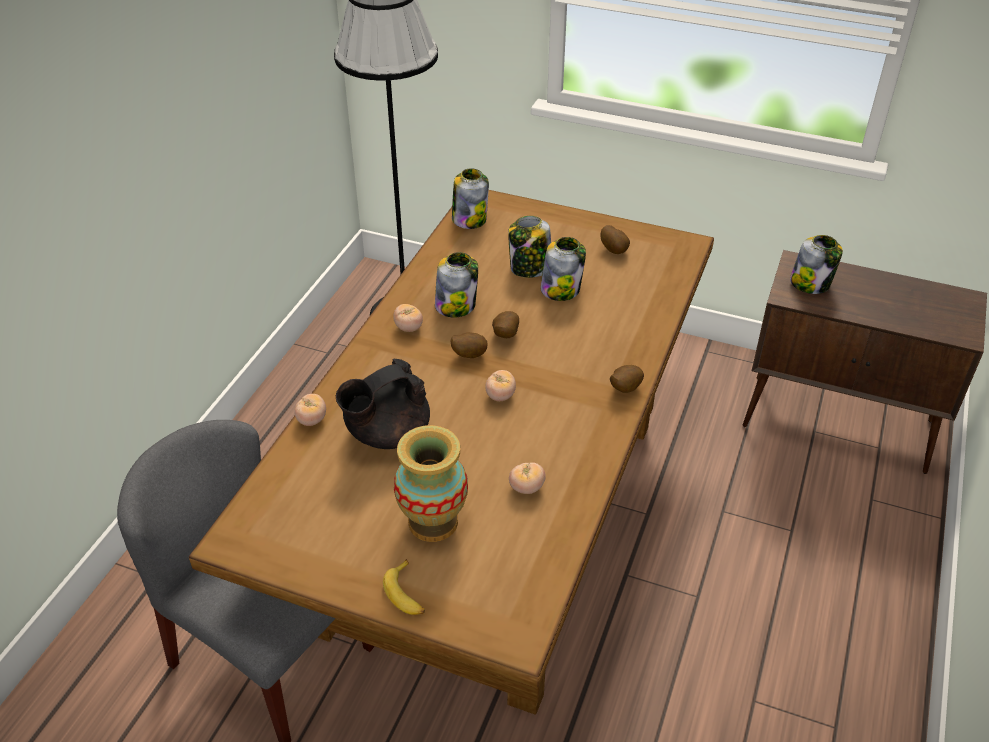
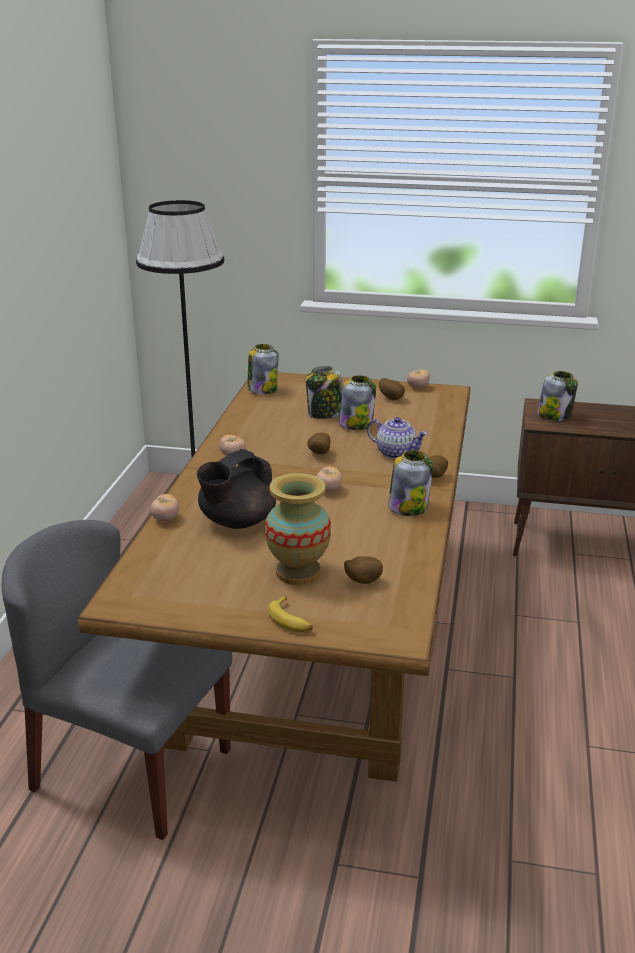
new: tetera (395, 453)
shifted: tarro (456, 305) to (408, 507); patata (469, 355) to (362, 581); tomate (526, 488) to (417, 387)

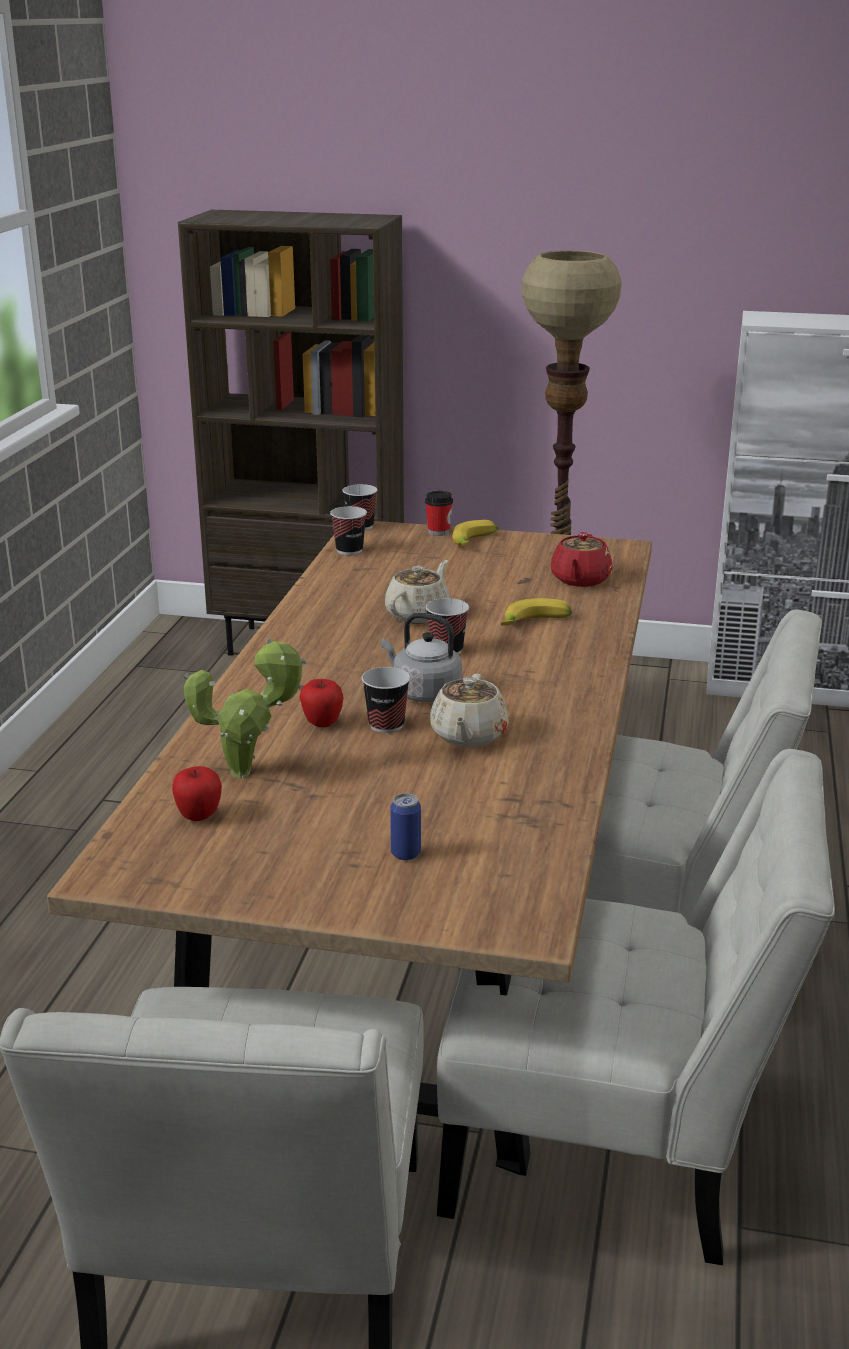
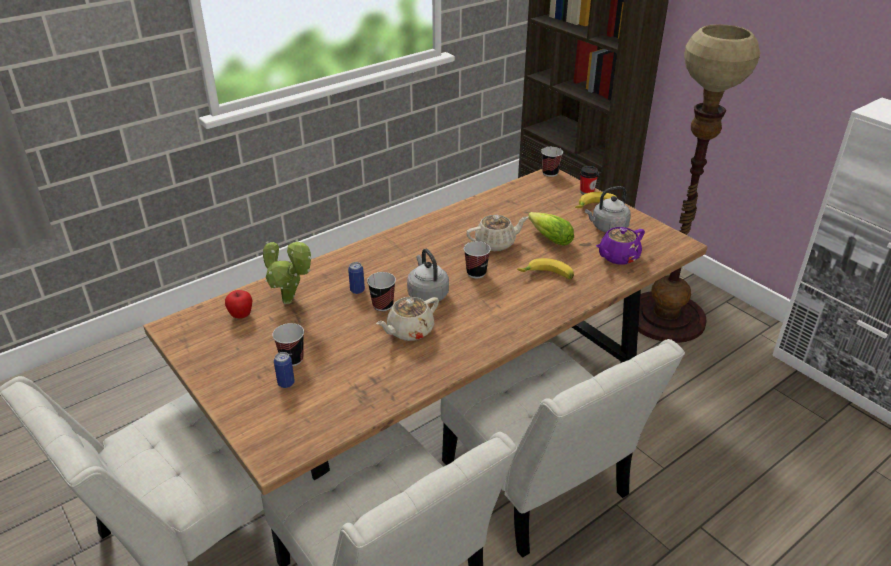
new: lechuga (548, 238); hervidor/gris (607, 228)
shifted: taza (349, 550) to (292, 359)
swapped: manzana (322, 724) to lata (357, 290)
repainted: tetera/rojo (580, 580) to tetera/morado (618, 257)

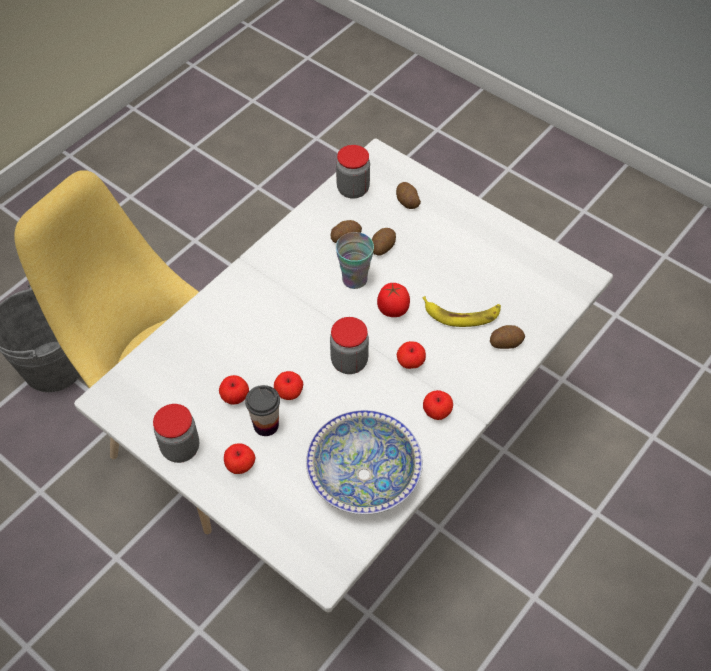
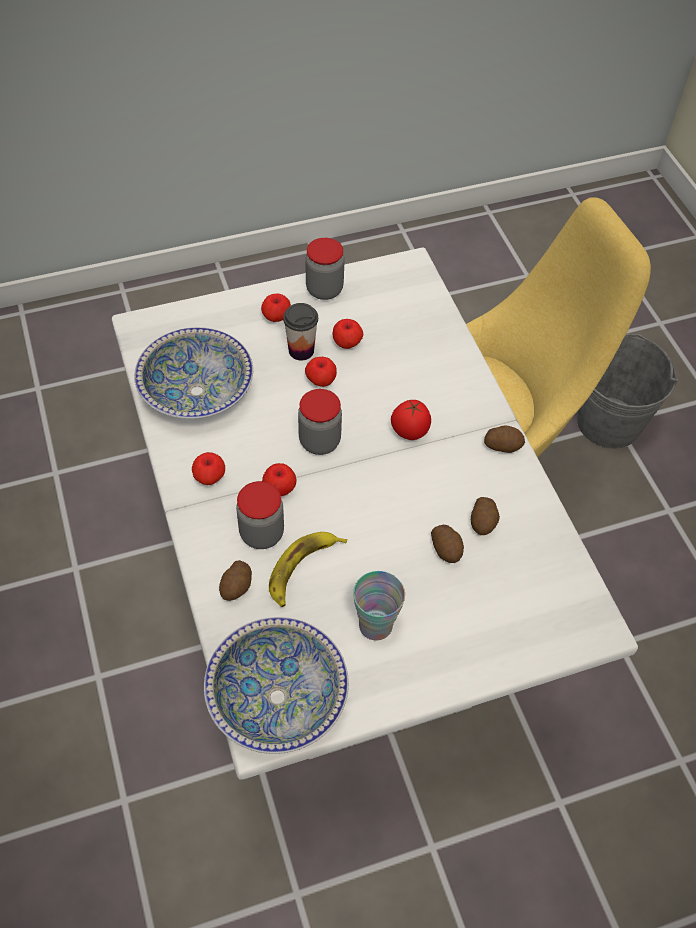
new: cuenco (277, 697)
shifted: tarro (353, 189) to (262, 533); taza (354, 279) to (375, 625); tomate (393, 310) to (409, 431); patata (407, 202) to (502, 445)

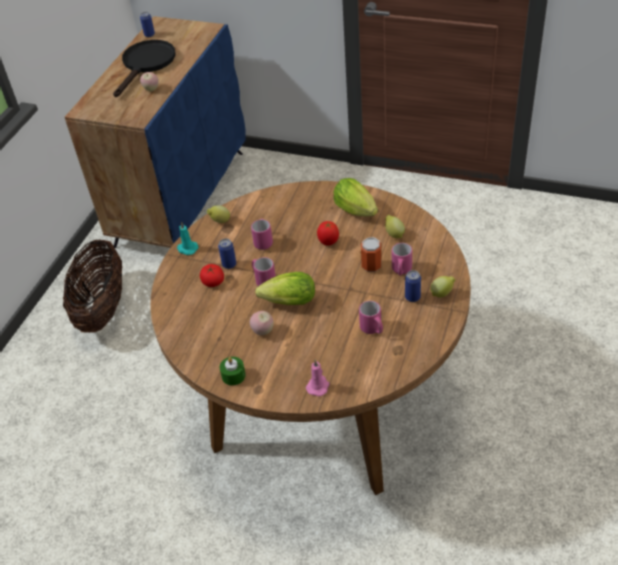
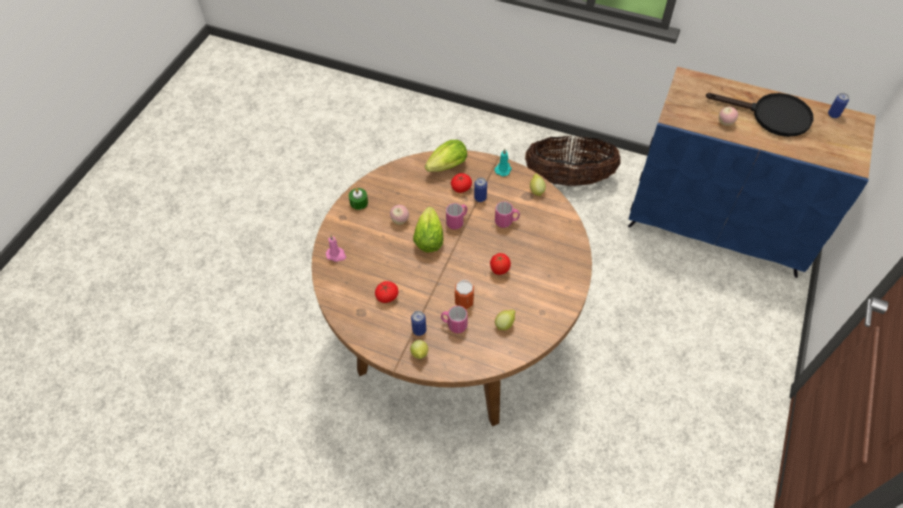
shifted: lechuga (357, 212) to (445, 167)
swapped: taza grande/rosa (373, 329) to tomate (387, 296)

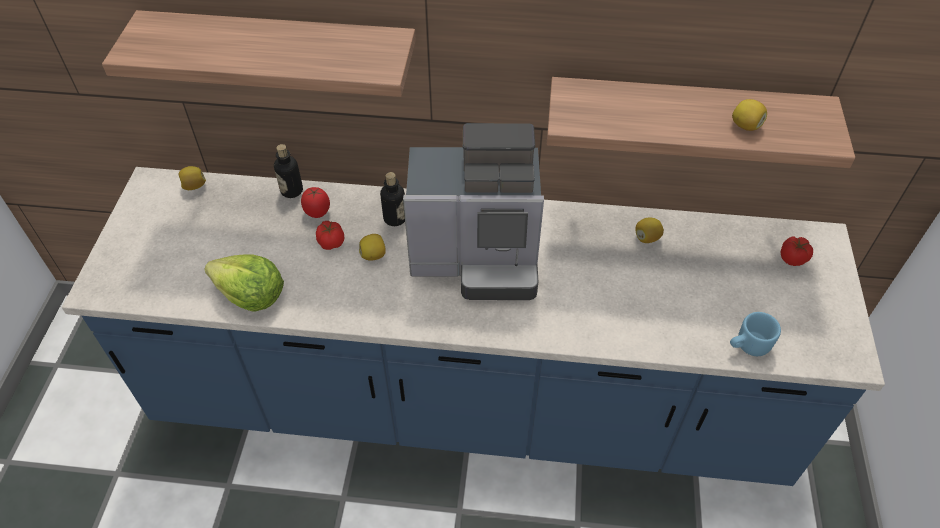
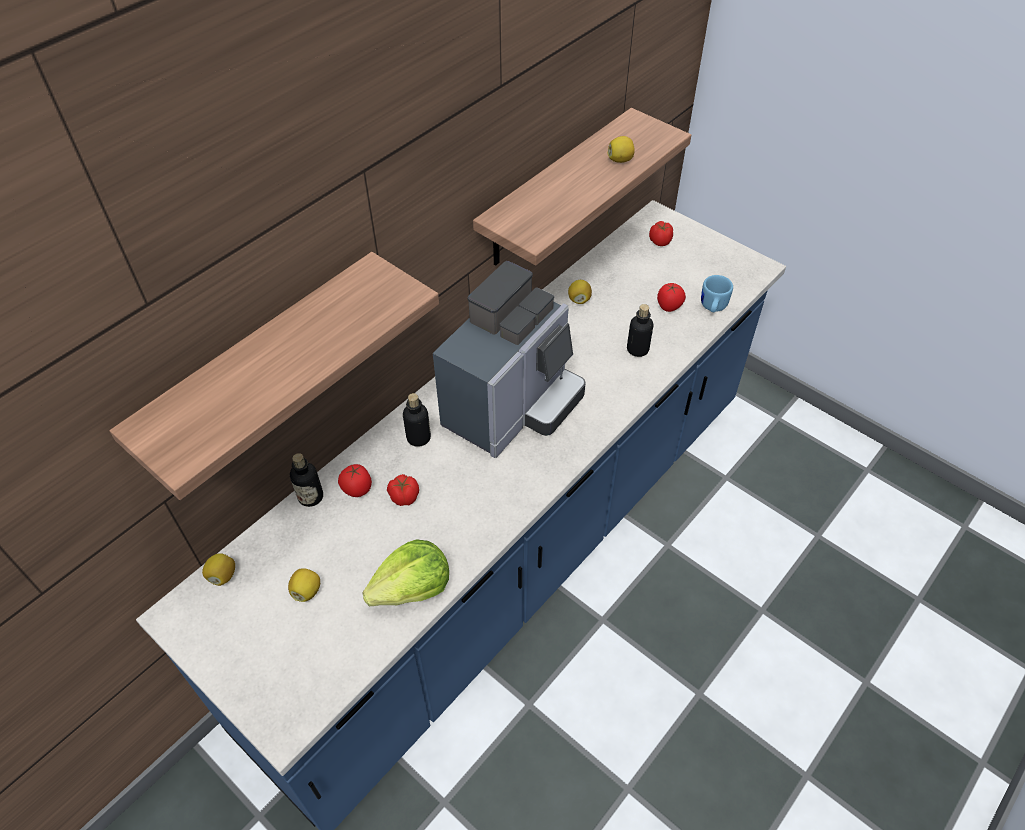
new: botella (637, 349); tomate (669, 307)
shifted: limón (373, 255) to (307, 591)

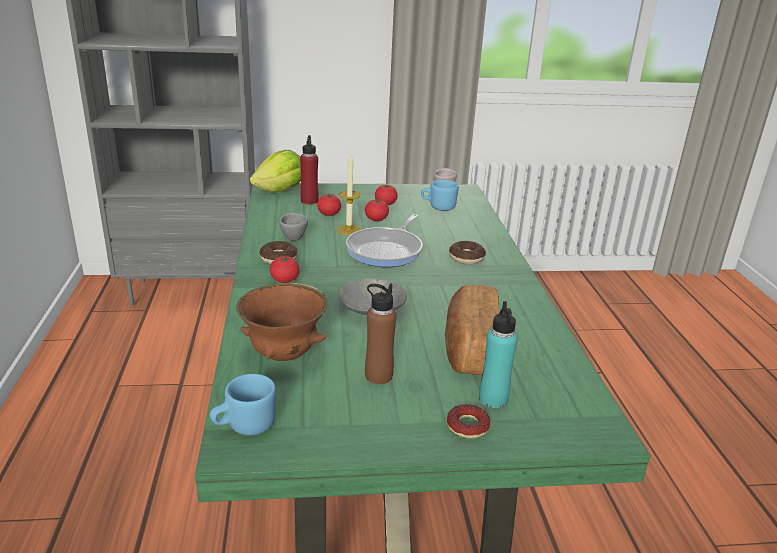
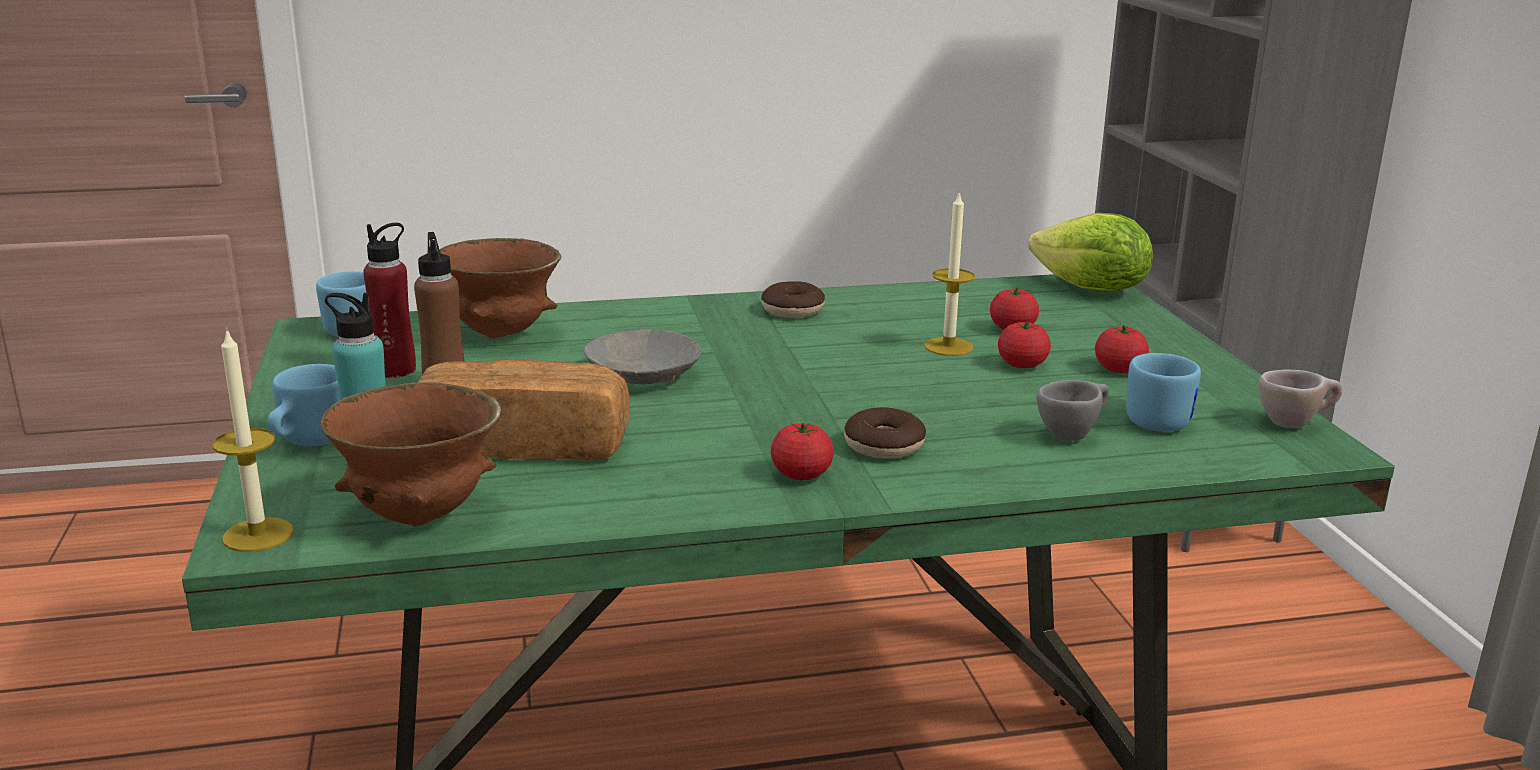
gone: sartén (387, 250)
new: vela (258, 535); cuenco/marrón (420, 517)
shifted: tomate (285, 280) to (801, 475); taza/gris (292, 237) to (1072, 435); botella/rojo (309, 201) to (395, 370)
swapped: rosquilla (467, 426) to taza grande/azul (308, 441)

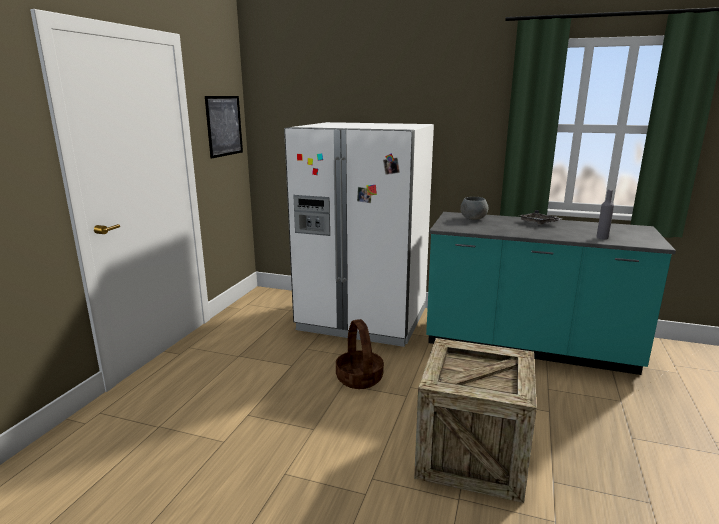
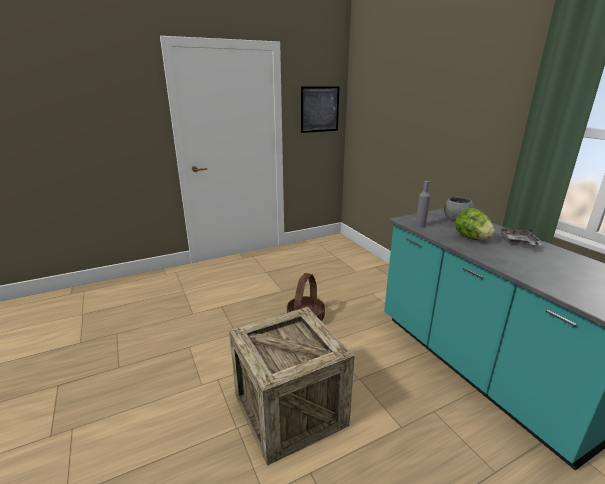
gone: nevera/blanco (363, 320)
new: lechuga (471, 238)
shifted: botella/gris (602, 238) to (420, 225)

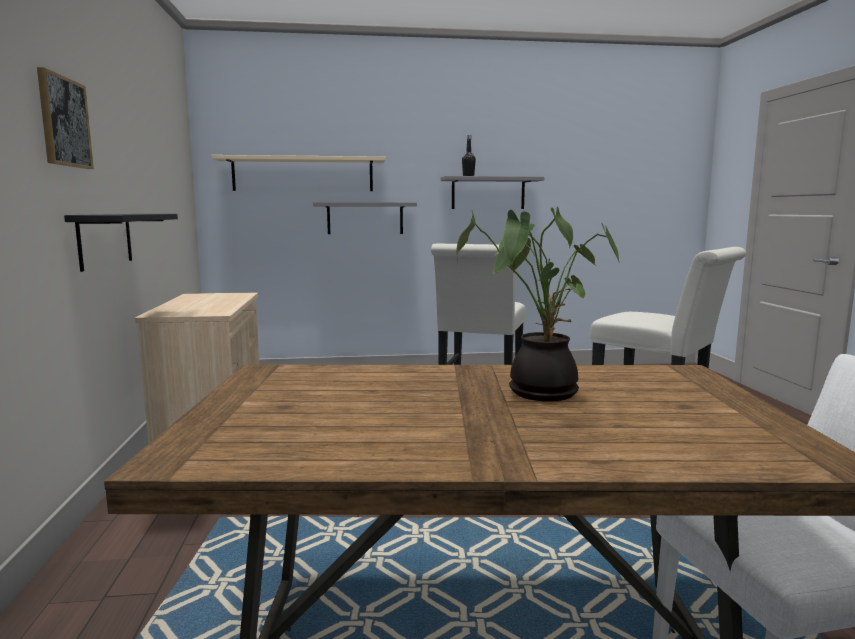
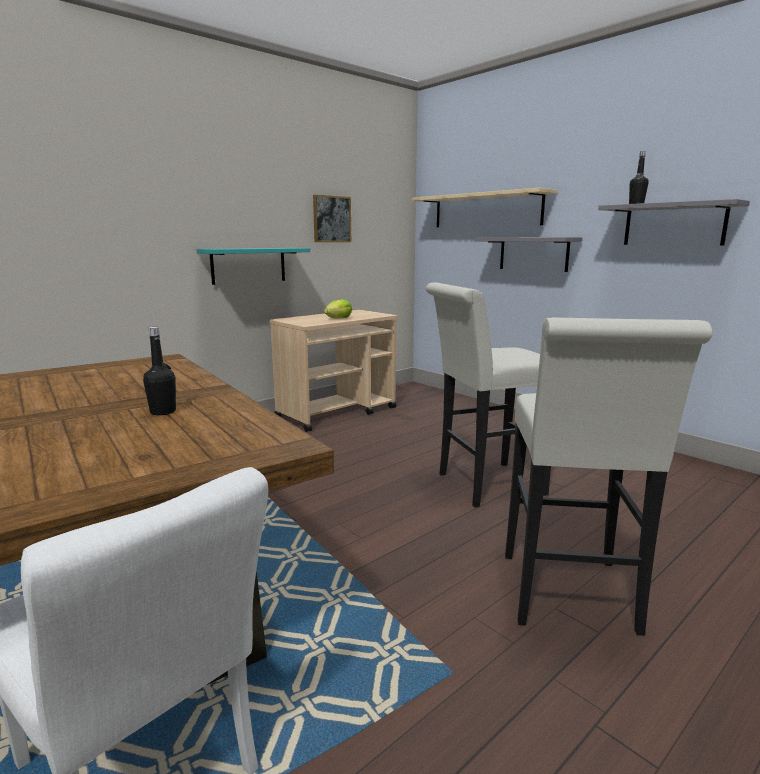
new: lechuga (338, 319)
shifted: cuadro (64, 122) to (331, 219)
swapped: planta en maceta (538, 391) to botella/negro (163, 412)
repainted: estante/negro (105, 240) to estante/turquesa (248, 265)

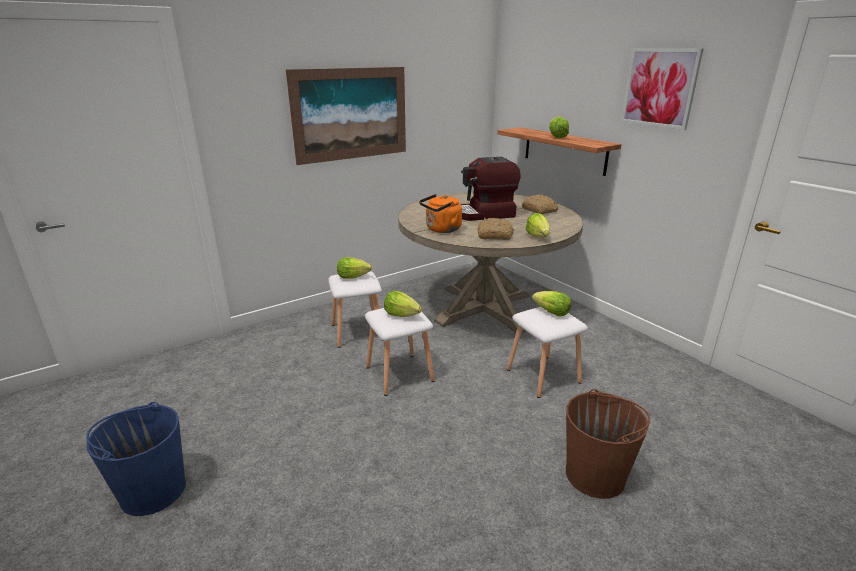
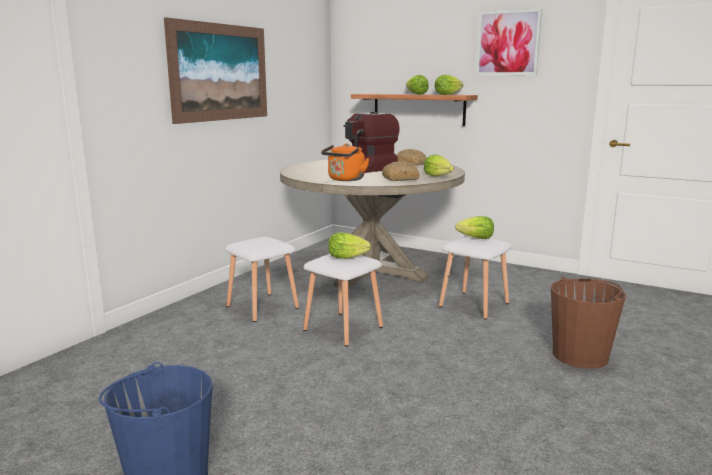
shifted: lechuga (352, 277) to (447, 94)

